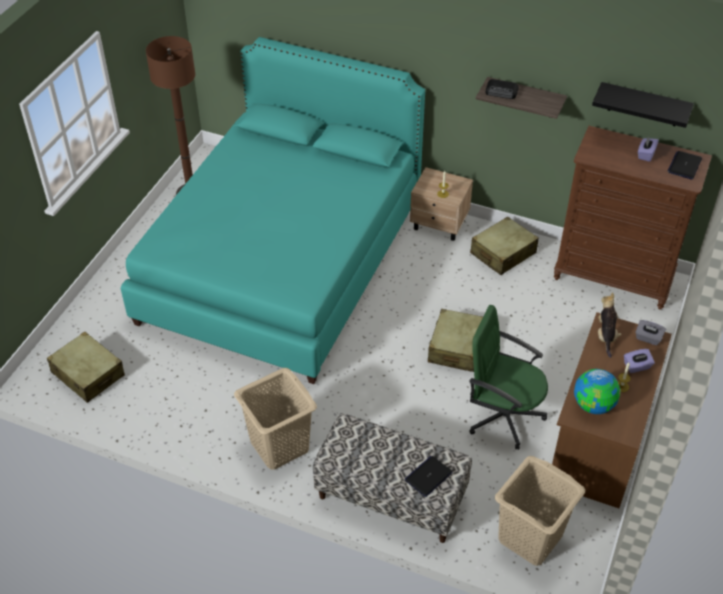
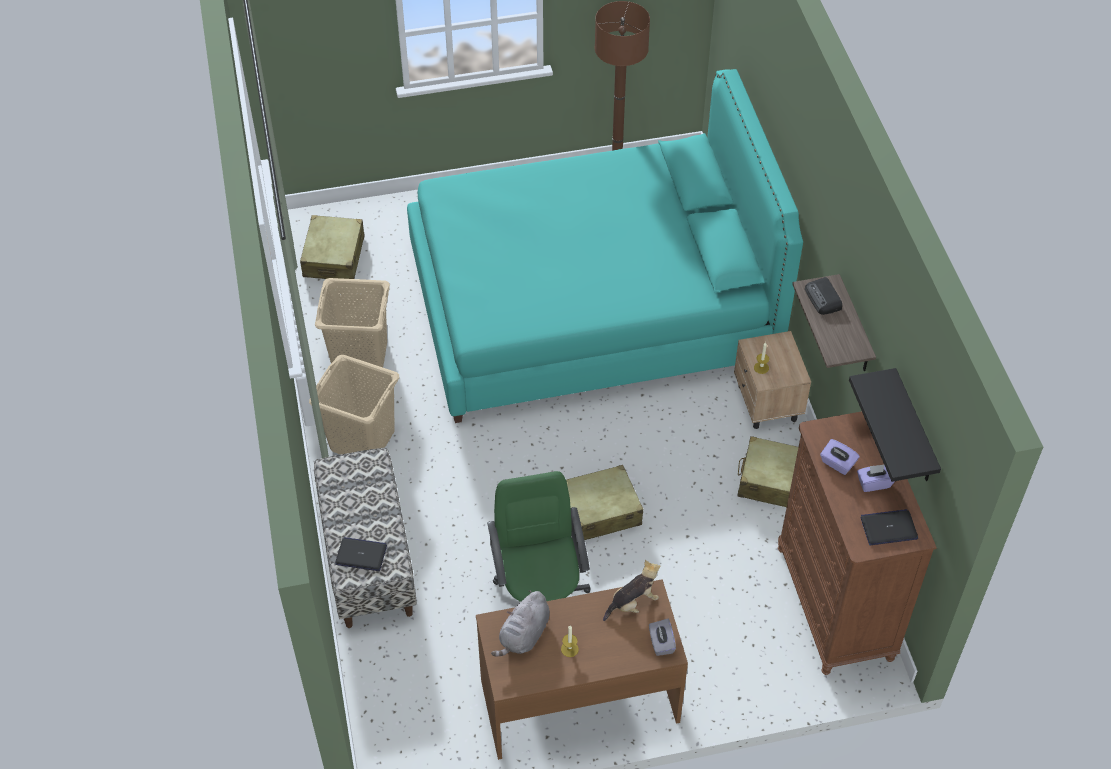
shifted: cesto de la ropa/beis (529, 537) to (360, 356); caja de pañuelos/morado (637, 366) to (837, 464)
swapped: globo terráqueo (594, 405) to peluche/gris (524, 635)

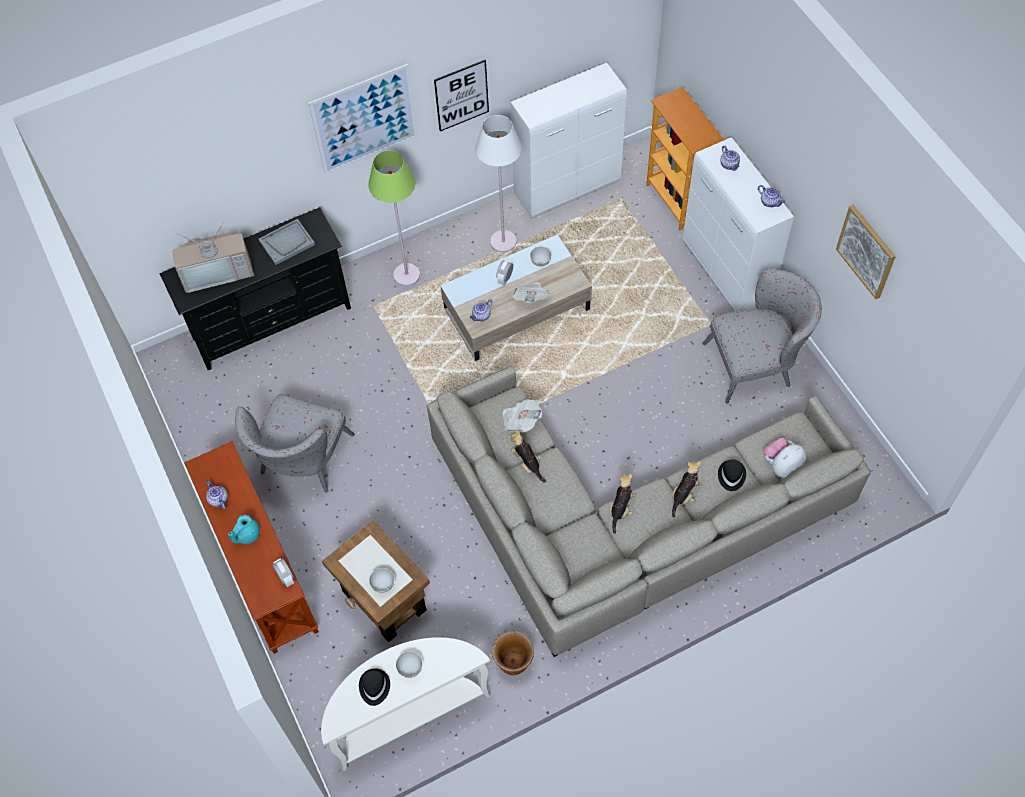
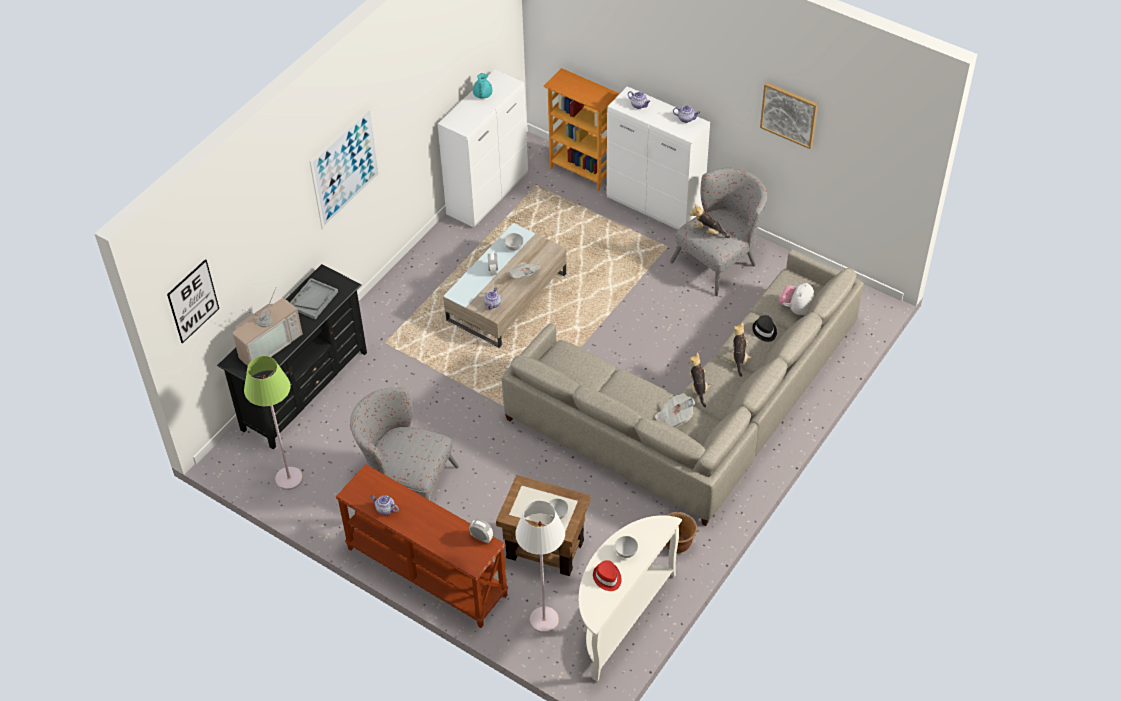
shifted: tetera/turquesa (246, 535) to (482, 94); lámpara de pie/verde (407, 275) to (289, 478); cuadro (461, 95) to (193, 301); lámpara de pie/blanco (503, 241) to (544, 620); periódico (521, 421) to (674, 417); peluche (527, 463) to (708, 232)
repainted: sombrero/negro (374, 687) to sombrero/rojo (607, 578)
rotated: sillón/gris (302, 463) = (406, 482) 120 degrees clockwise

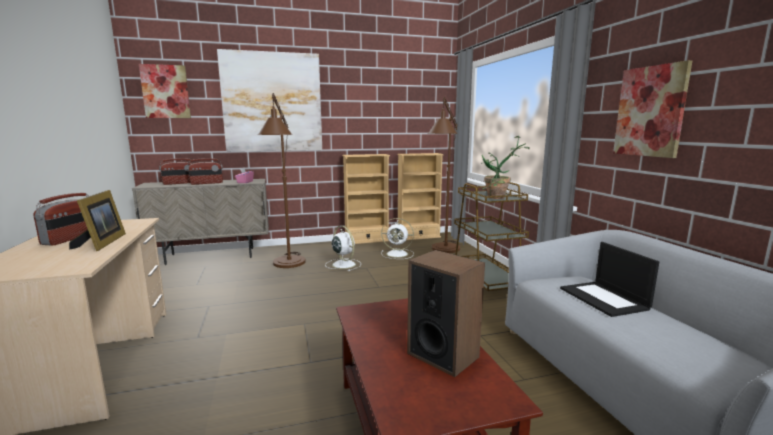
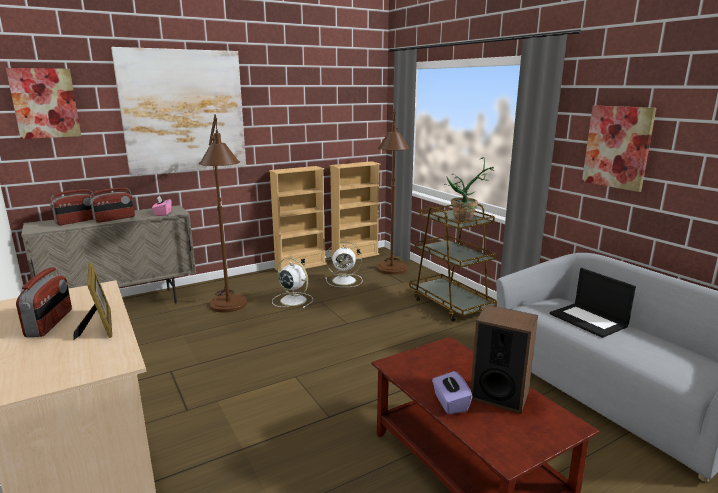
new: caja de pañuelos/morado (450, 403)

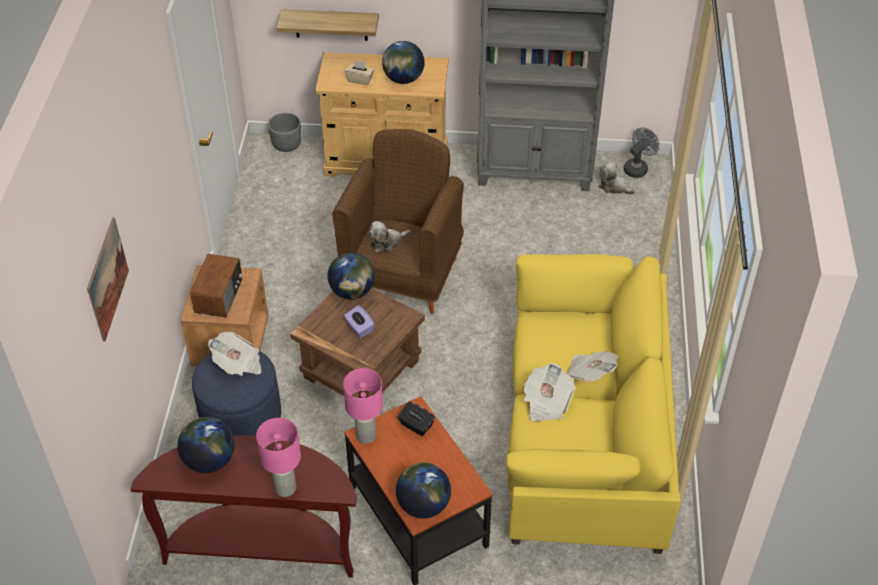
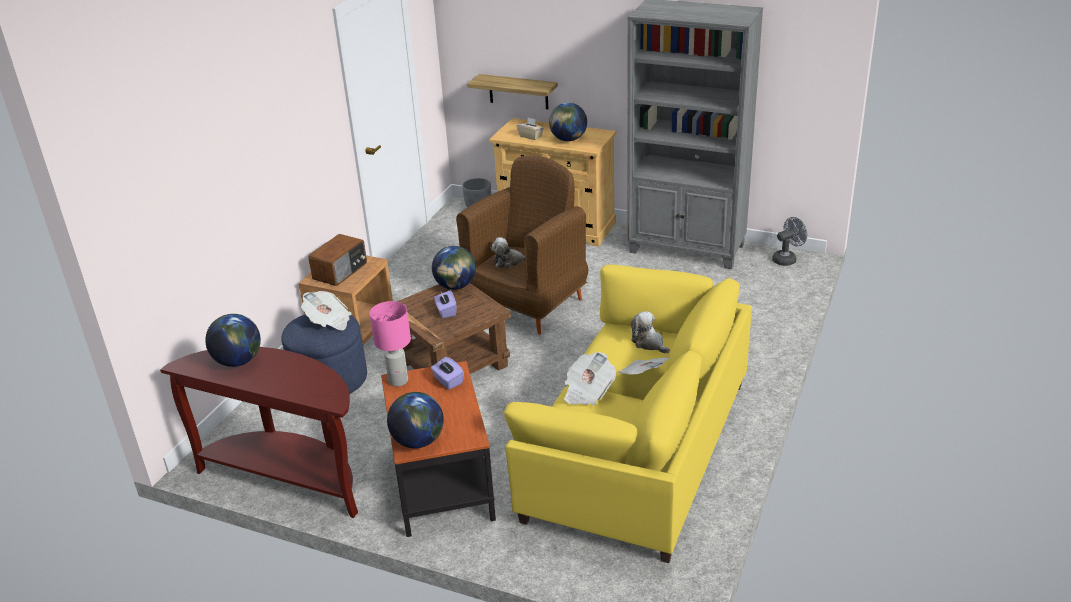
gone: cuadro (107, 279); lámpara de mesa/rosa (286, 488)
shifted: peluche (613, 187) to (649, 343)
repainted: caja de pañuelos/negro (416, 425) to caja de pañuelos/morado (448, 381)

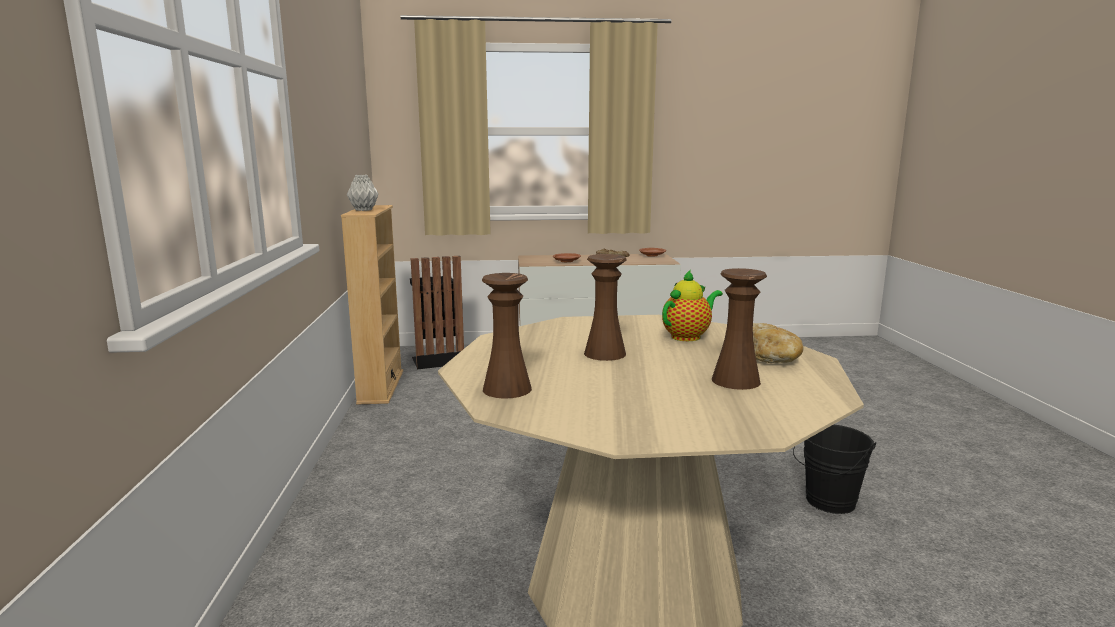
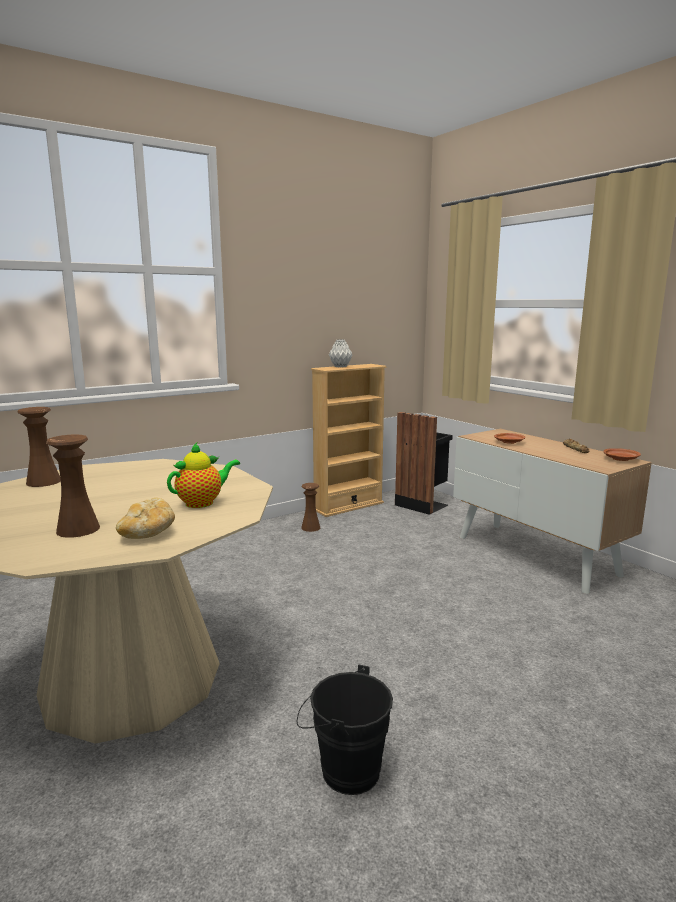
shifted: florero/marrón (605, 353) to (310, 527)
rotated: tetera (688, 336) = (203, 502) 60 degrees counterclockwise

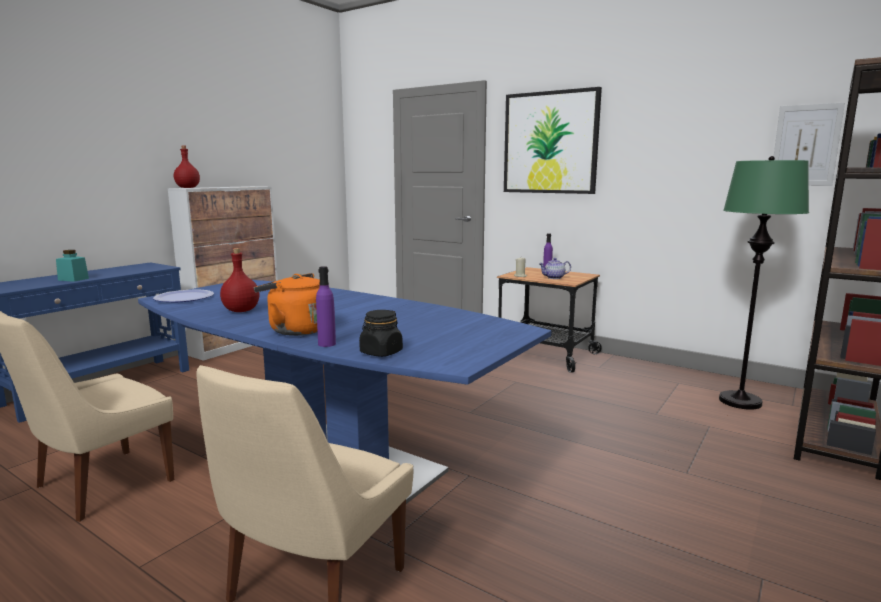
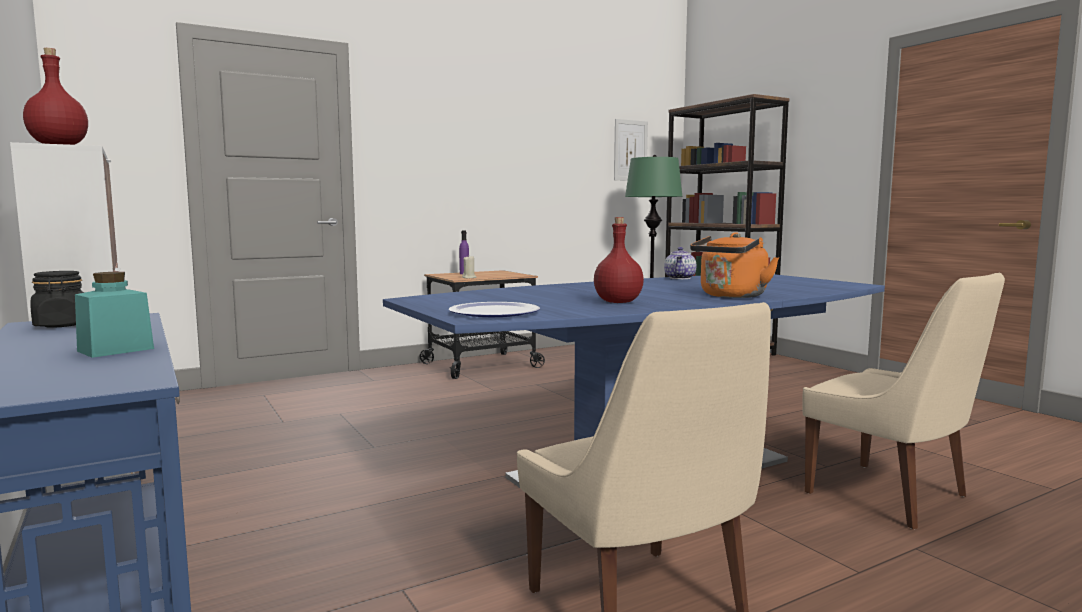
gone: botella/morado (327, 344); cuadro (550, 143)
shifted: tarro/negro (381, 352) to (61, 325); tetera (554, 278) to (680, 278)

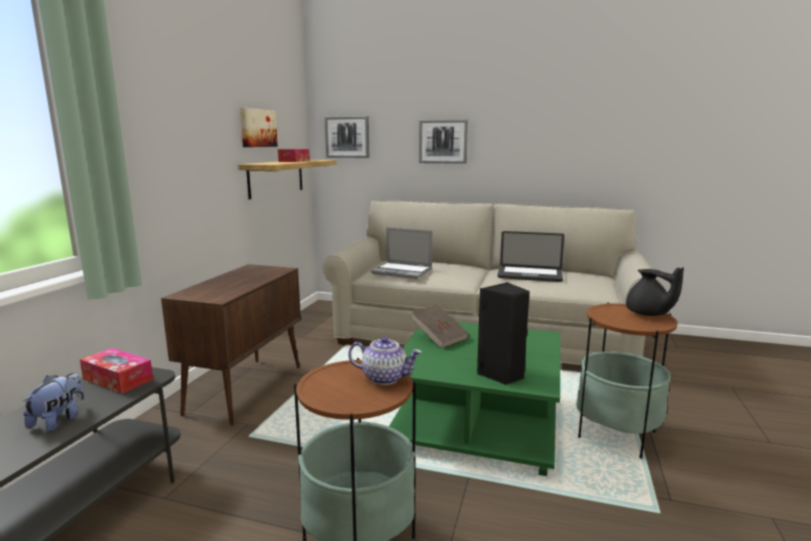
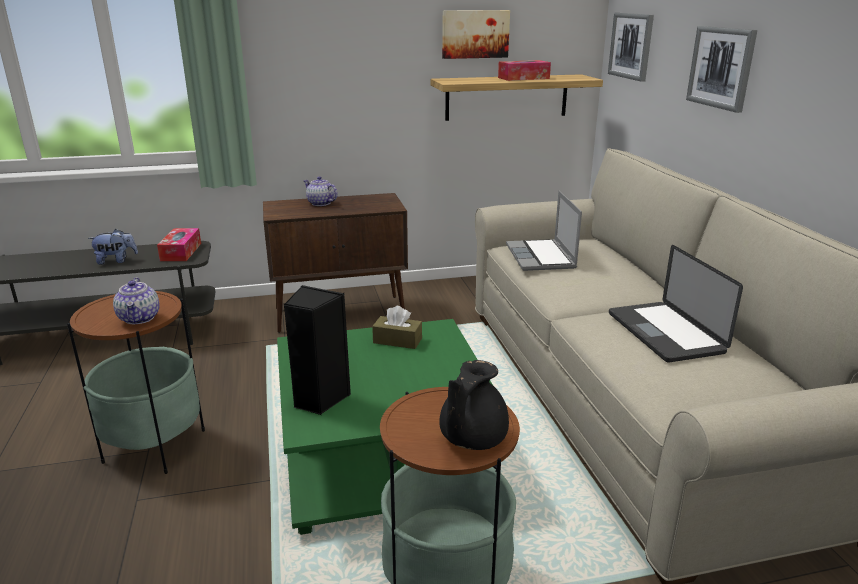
new: tetera (320, 203)
swapped: libro/marrón (439, 337) to caja de pañuelos/marrón (397, 340)

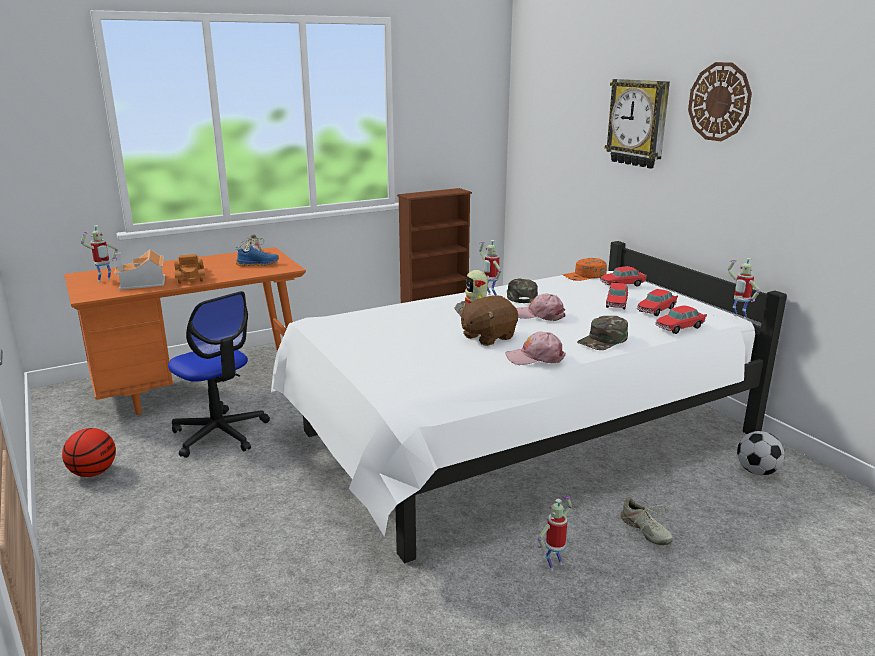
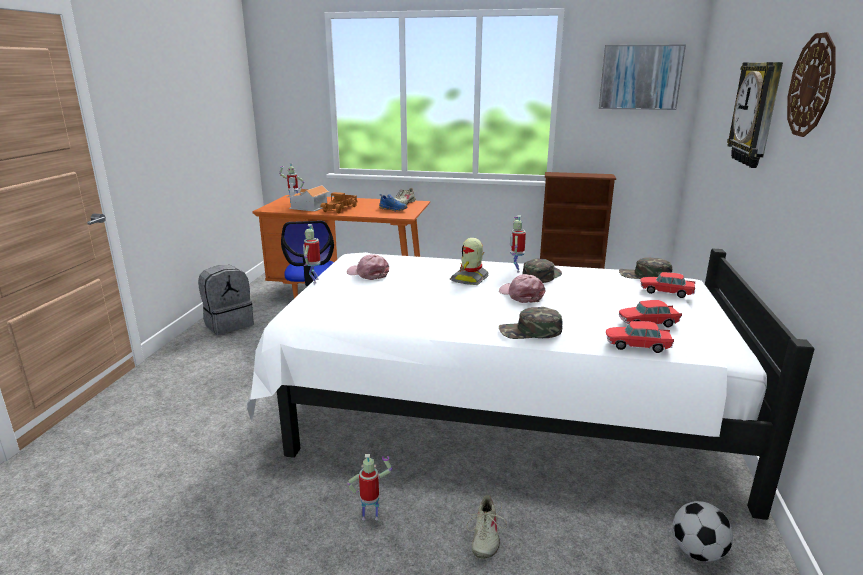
gone: peluche/marrón (487, 337); coche de juguete (616, 303)
new: cuadro (640, 77)
shifted: gorra/rosa (535, 357) to (368, 274); robot de juguete (738, 317) to (314, 281)
swapped: balón de baloncesto (93, 473) to mochila/gris (229, 324)
repainted: gorra/naranja (584, 276) to gorra/verde (644, 275)

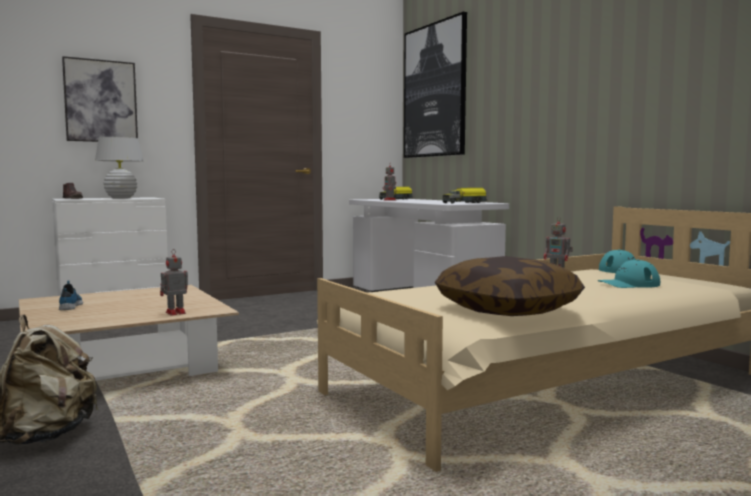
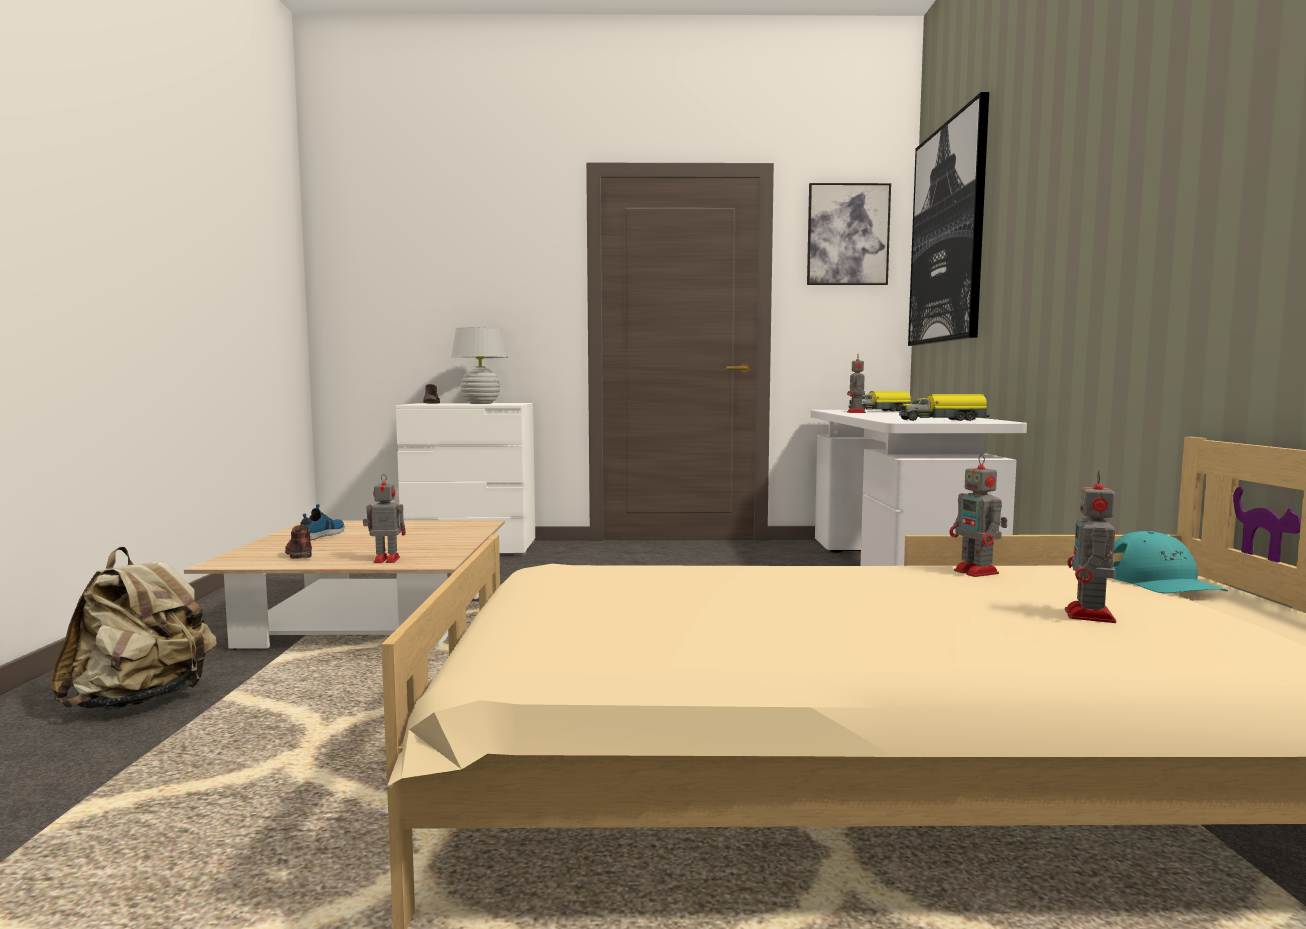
gone: cojín (507, 309)
new: zapato/marrón (299, 553)
shifted: cuadro (101, 101) to (848, 235)
swapped: gorra/turquesa (628, 284) to robot de juguete (1090, 616)

